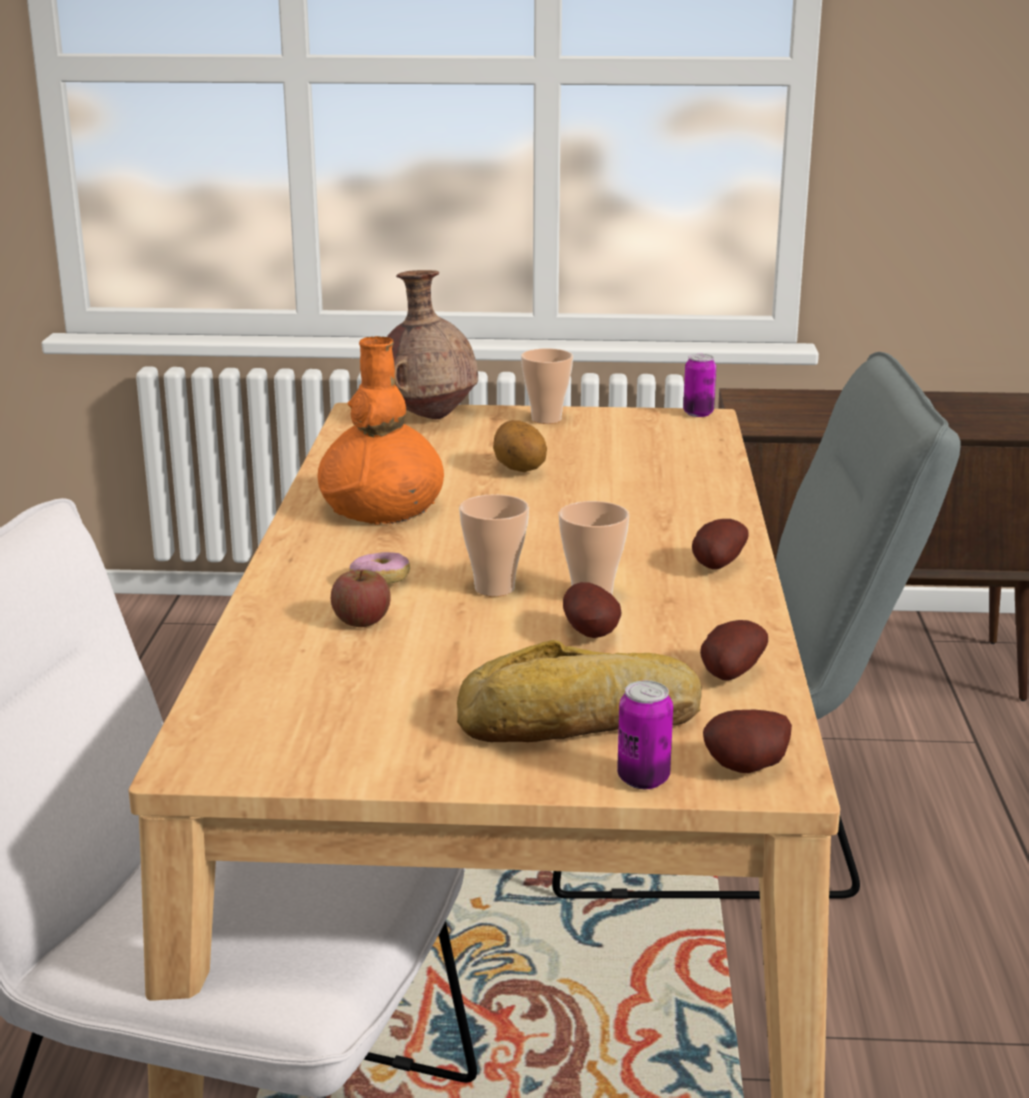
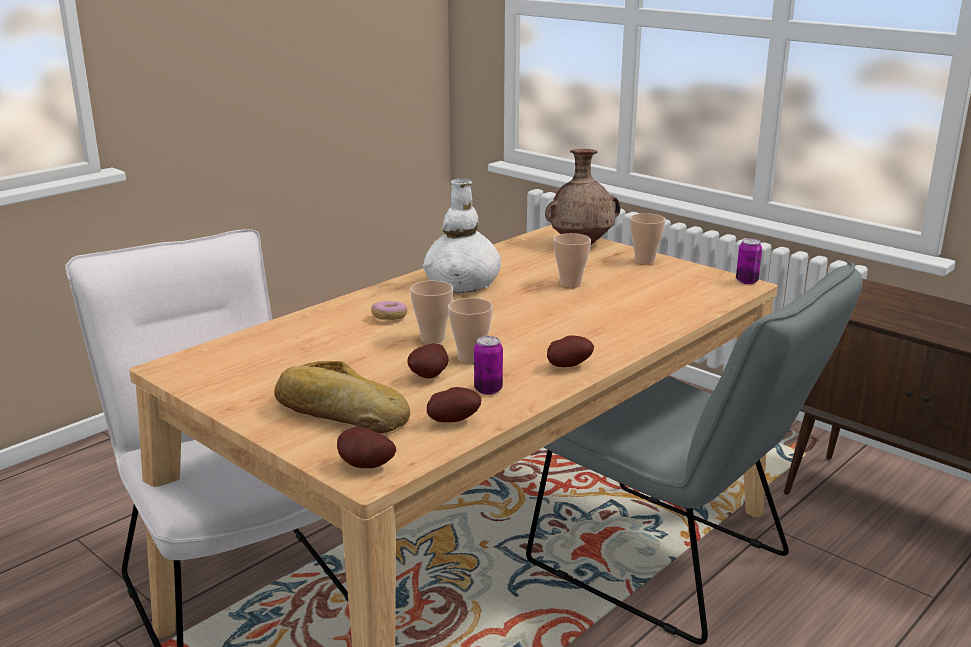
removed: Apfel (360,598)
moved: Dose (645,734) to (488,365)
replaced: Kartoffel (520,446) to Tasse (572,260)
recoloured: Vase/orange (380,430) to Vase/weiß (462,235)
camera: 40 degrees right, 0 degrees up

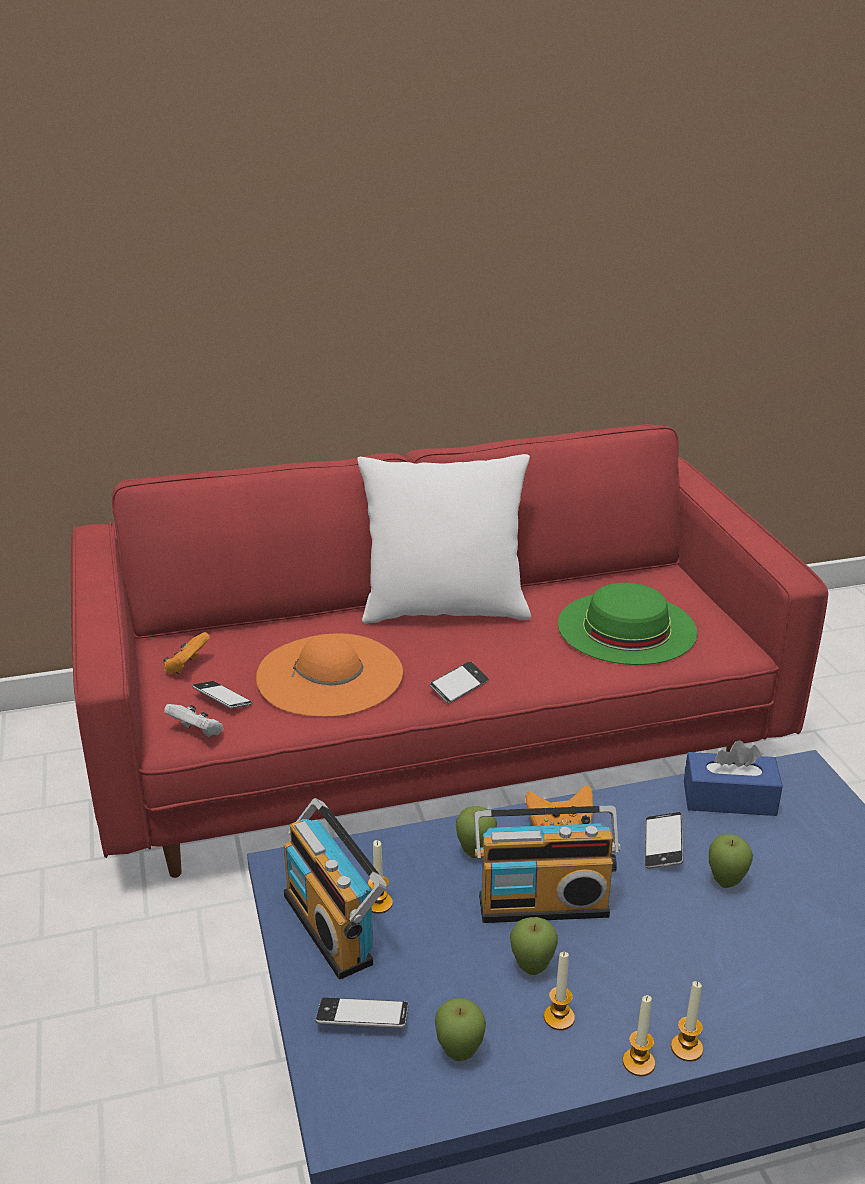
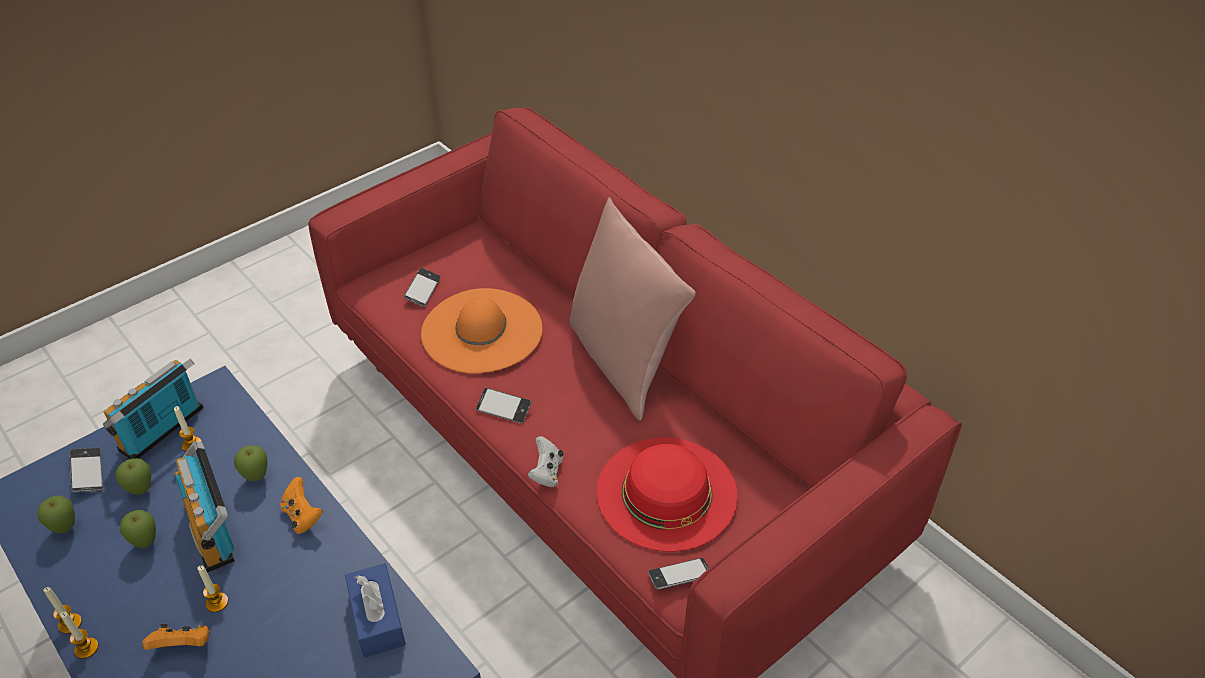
moved: Gamepad/orange (186,653) to (175,637); Gamepad/weiß (193,720) to (545,461); Handy (664,840) to (678,574); Apfel (731,861) to (133,476); Kerze (559,991) to (212,588)
recoloured: Kissen/weiß (444,539) to Kissen/rosa (632,309); Hut/grün (628,624) to Hut/rot (667,495)
camera: 65 degrees right, 15 degrees up

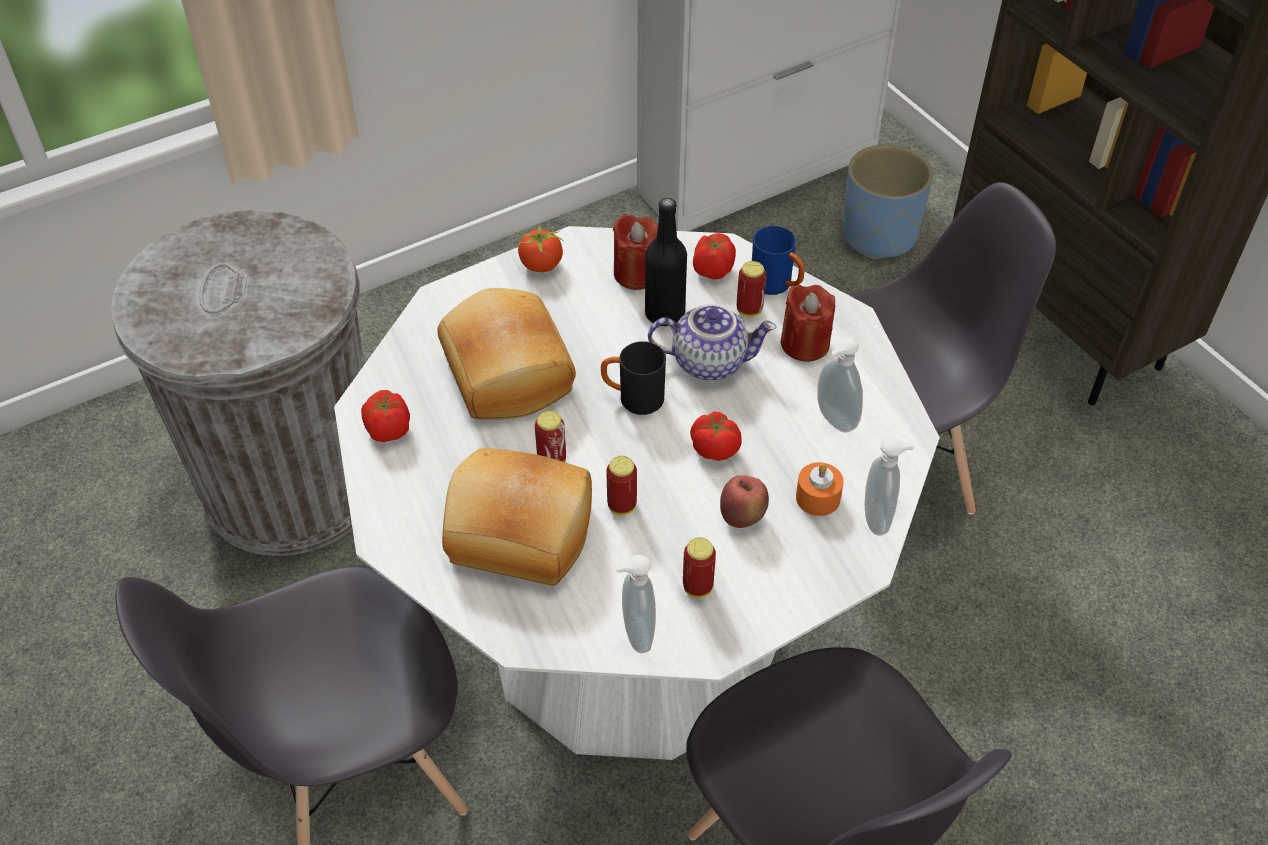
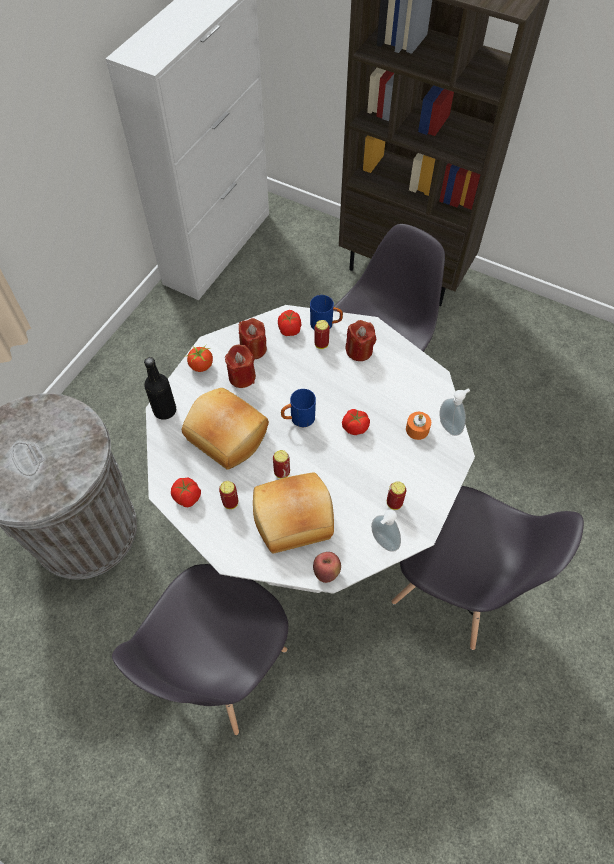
removed: Pflanzkübel/blau (888,202); Teekanne (712,342); Seifenspender (840,385)
added: Kerze/rot (240,366)
moved: Flasche/schwarz (666,262) to (160,388); Dose (621,485) to (228,495); Apfel (744,501) to (327,567)
recoloured: Henkelbecher/schwarz (633,378) to Henkelbecher/blau (298,408)
camera: 30 degrees left, 10 degrees up

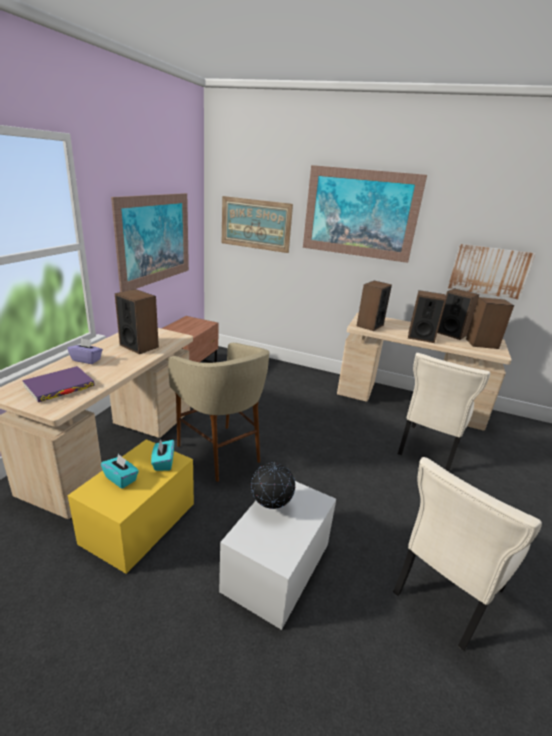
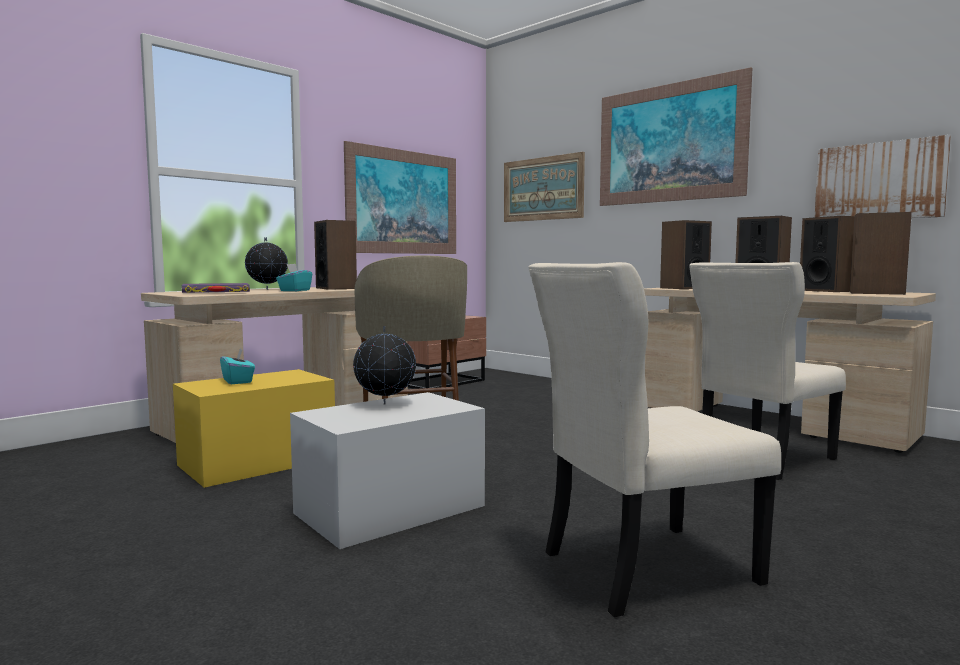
moved: Taschentuchbox/türkis (162,455) to (294,277)
replaced: Taschentuchbox/lila (85,351) to Globus (266,263)
camera: 25 degrees right, 20 degrees down

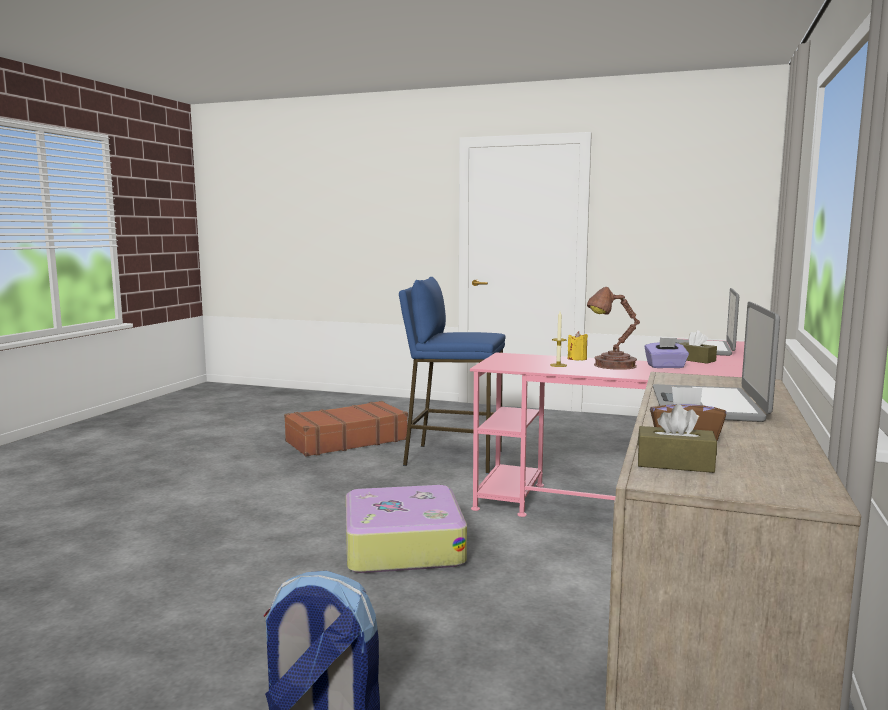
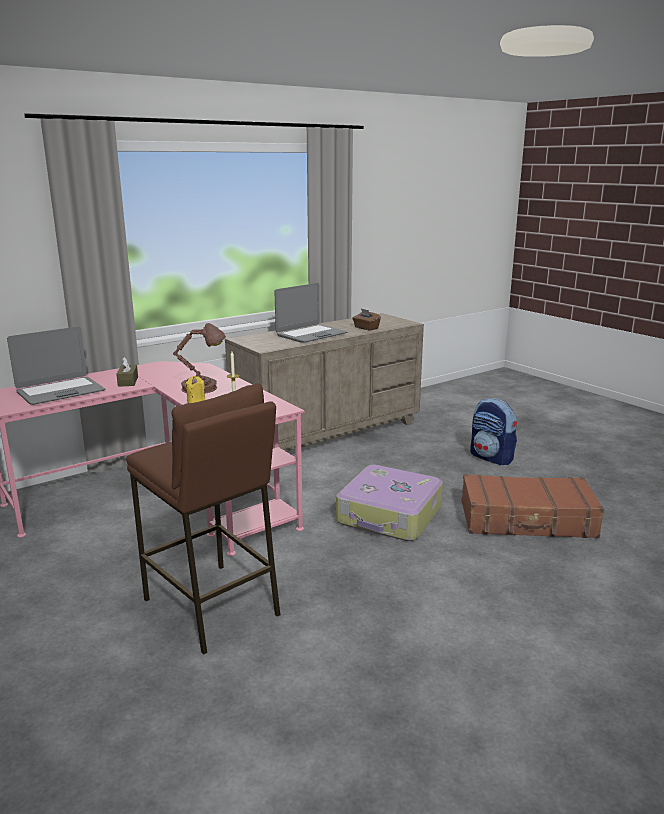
removed: Taschentuchbox/lila (667,353); Taschentuchbox/braun (677,438)
moved: Koffer/braun (346,429) to (532,506)
recoloured: Hocker/blau (452,375) to Hocker/braun (203,519)
camera: 145 degrees left, 10 degrees up

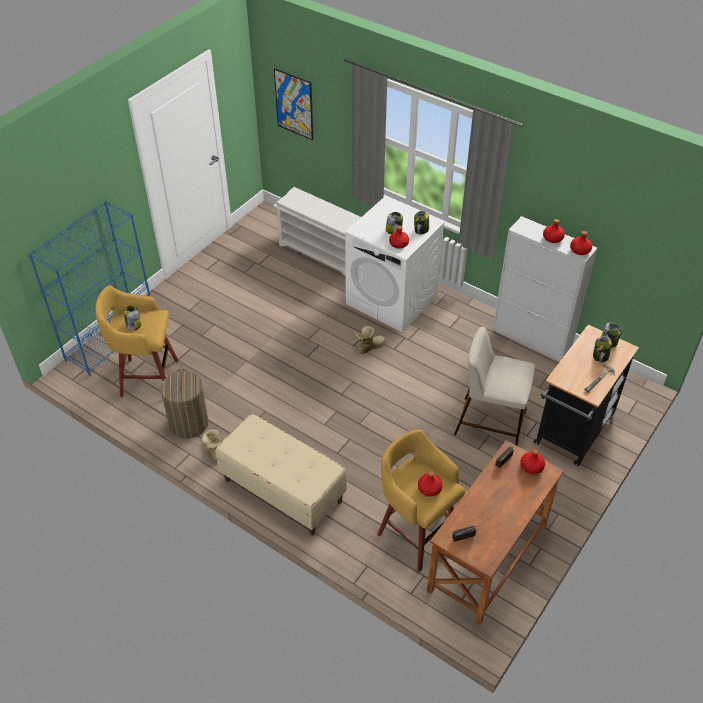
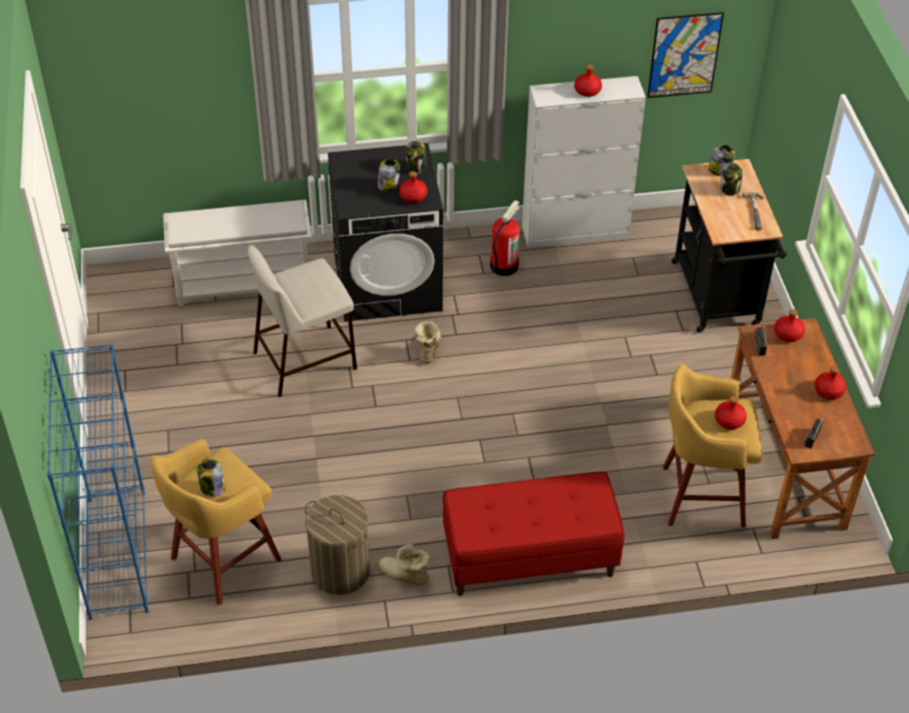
added: Feuerlöscher (505,238)
moved: Bild (293,104) to (685,55); Flasche/rot (581,243) to (830,383); Hocker/beige (494,386) to (302,321)
recoloured: Waschmaschine/weiß (395,264) to Waschmaschine/schwarz (385,232); Bank/beige (281,475) to Bank/rot (534,534)
camera: 45 degrees left, 0 degrees up

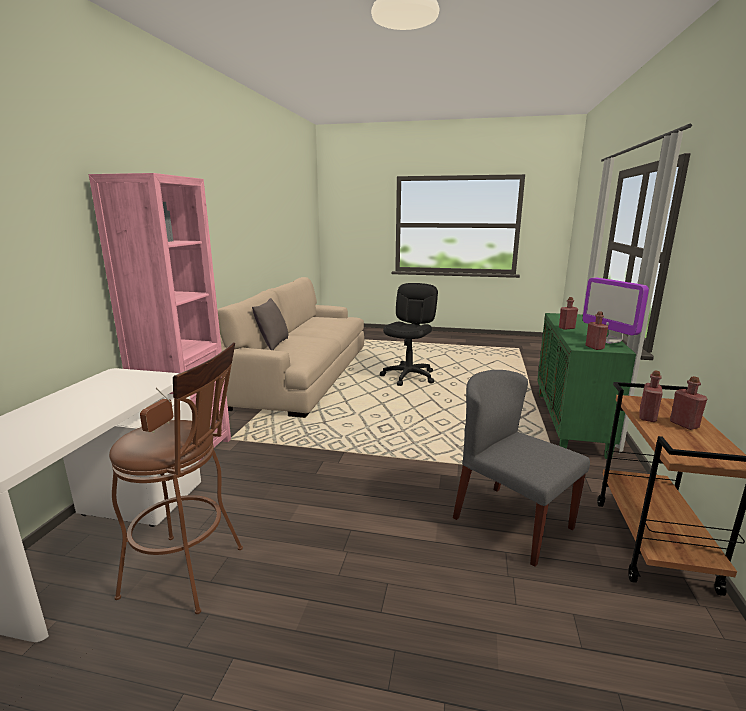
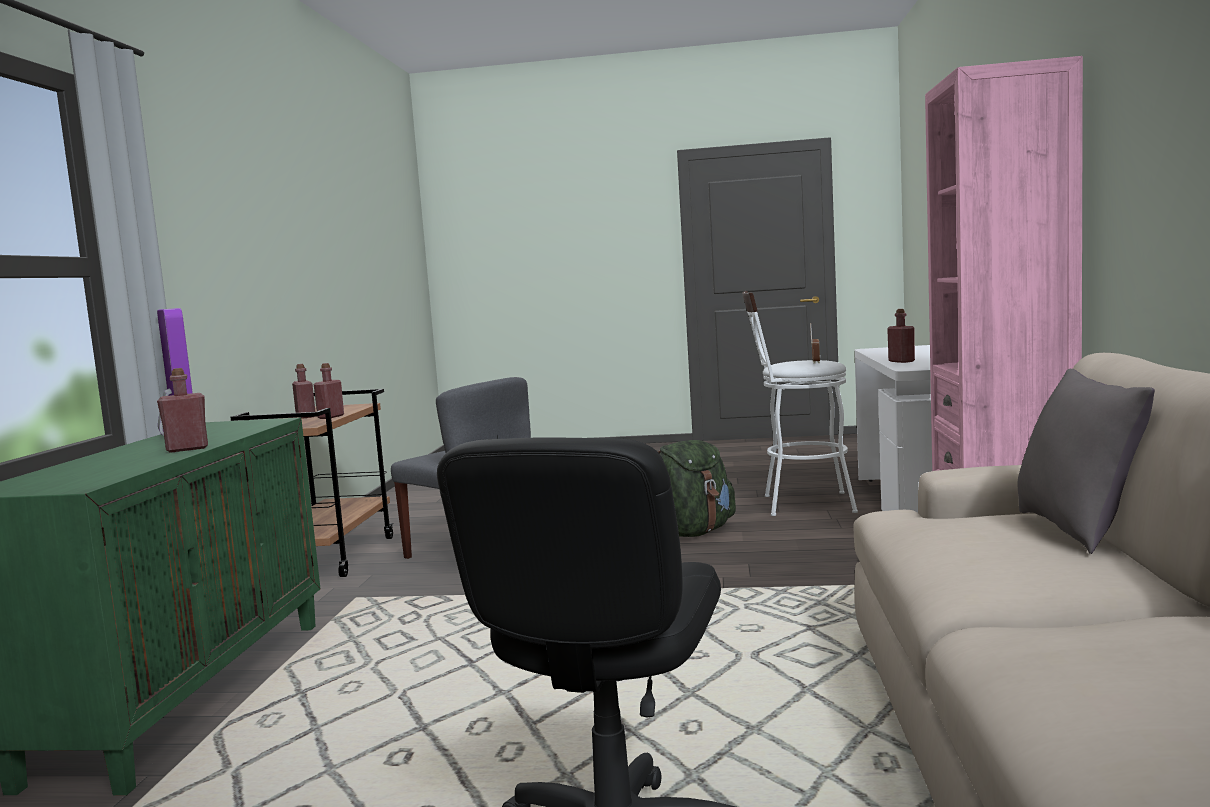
added: Rucksack/grün (697,488)
moved: Flasche/rot (596,330) to (901,336)
recoloured: Hocker/braun (176,478) to Hocker/weiß (800,403)
camera: 175 degrees right, 10 degrees down

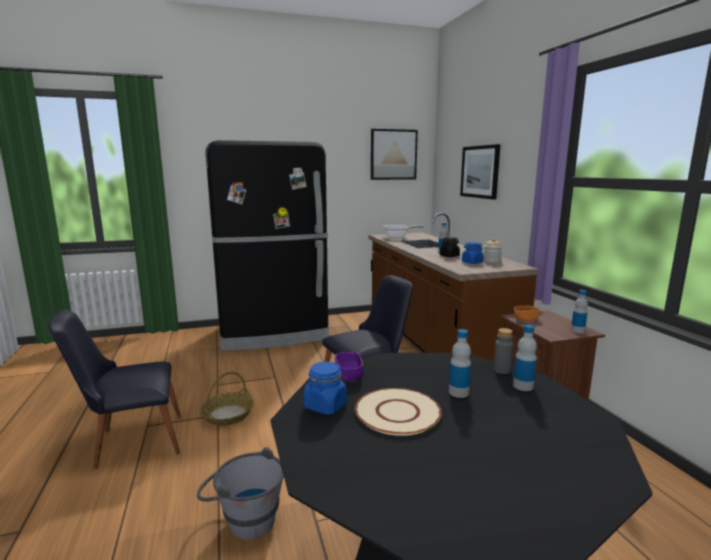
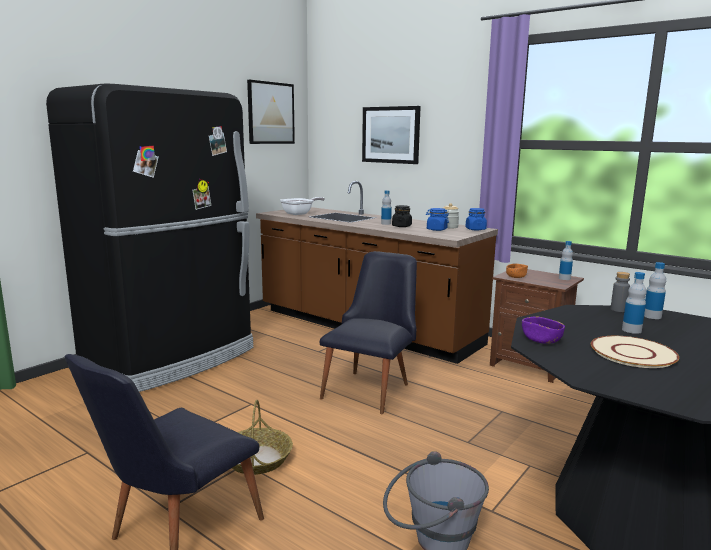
moved: Vorratsglas/blau (325,388) to (476,219)
camera: 35 degrees left, 0 degrees up

